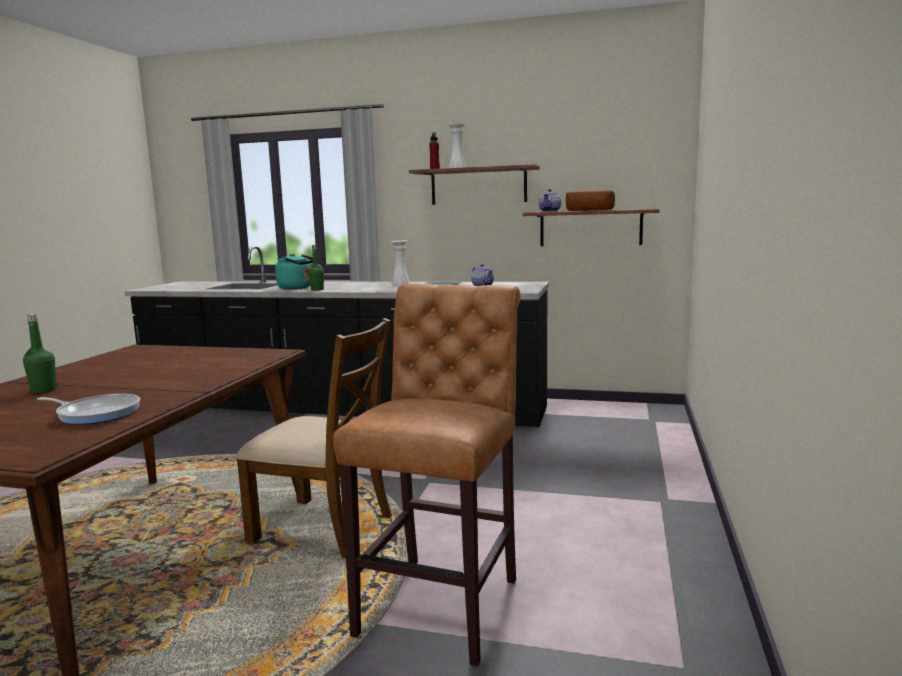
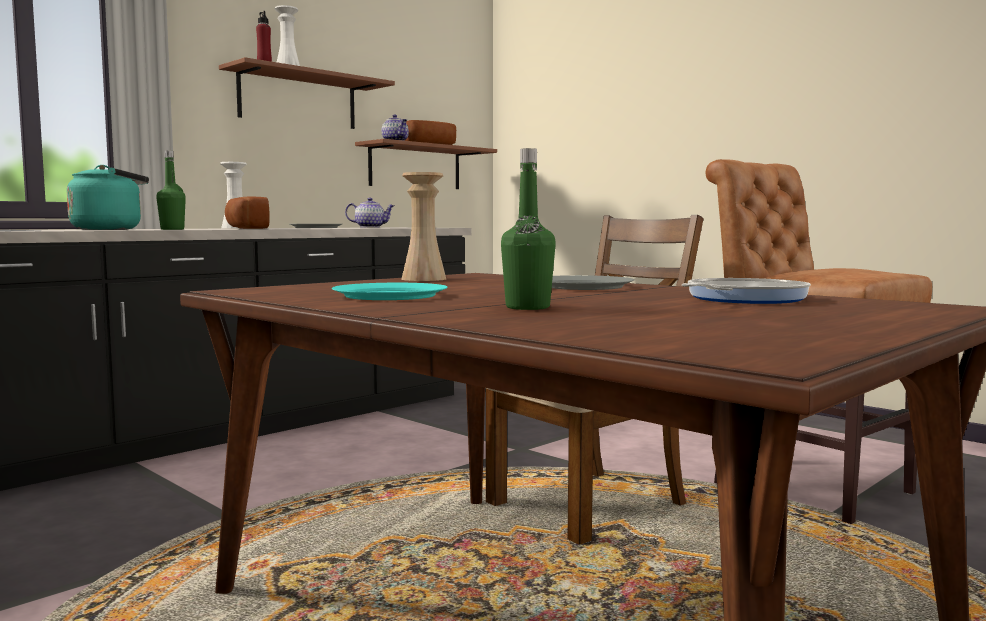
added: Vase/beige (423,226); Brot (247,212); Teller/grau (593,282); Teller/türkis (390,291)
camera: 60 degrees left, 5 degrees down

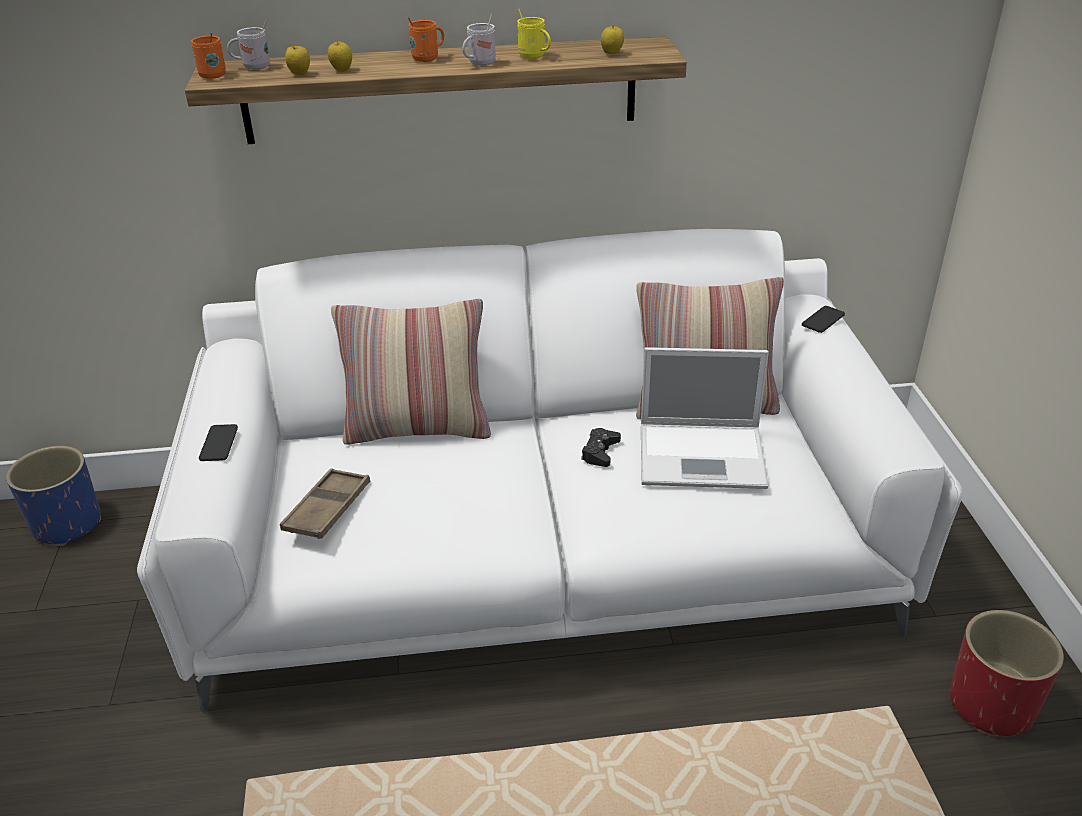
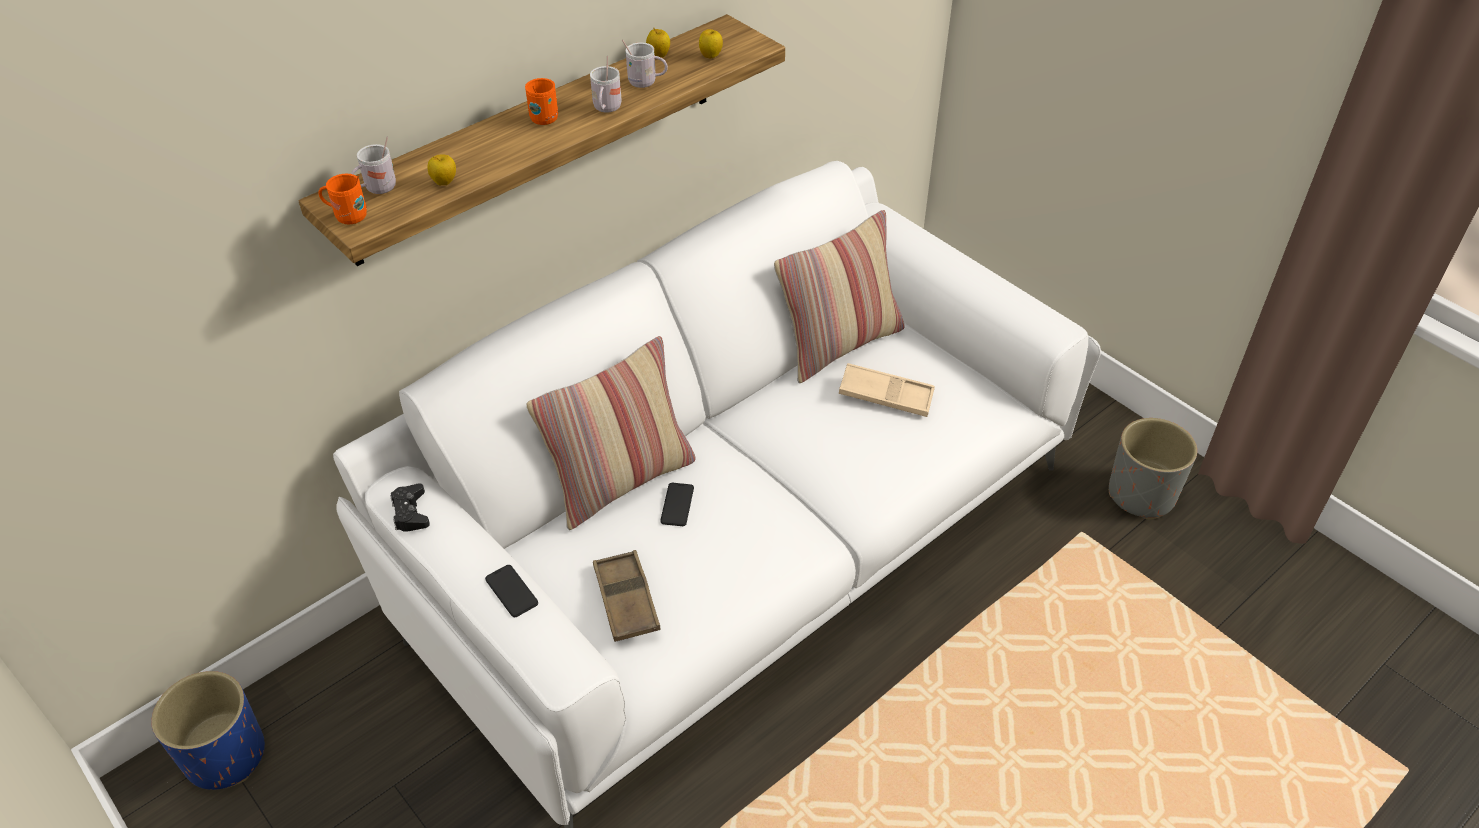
moved: Apfel (340,55) to (658,42); Handy (823,319) to (677,504); Gamepad/schwarz (601,447) to (410,507)
replaced: Laptop (705,418) to Tablett/beige (887,390)
recoloured: Henkelbecher/gelb (534,34) to Henkelbecher/weiß (645,64); Pflanzkübel/rot (1007,673) to Pflanzkübel/grau (1153,469)
camera: 35 degrees left, 10 degrees up

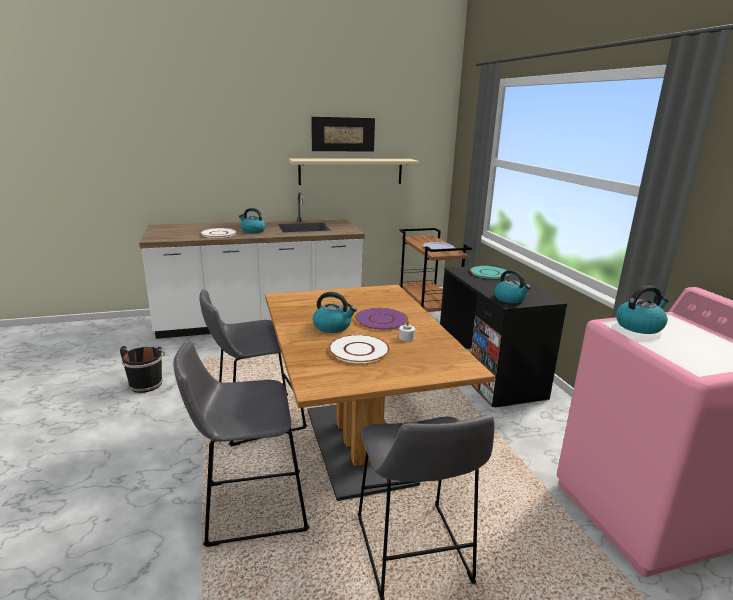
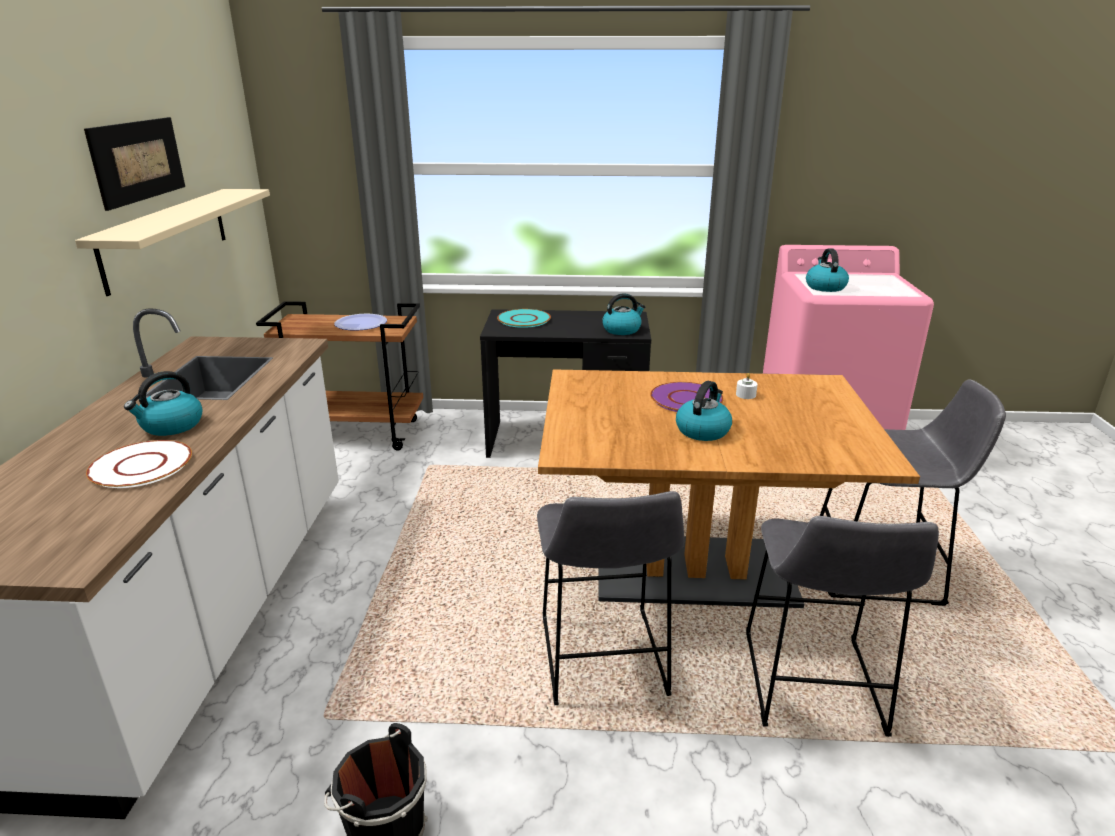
removed: Teller/weiß (359,349)
camera: 70 degrees left, 5 degrees up

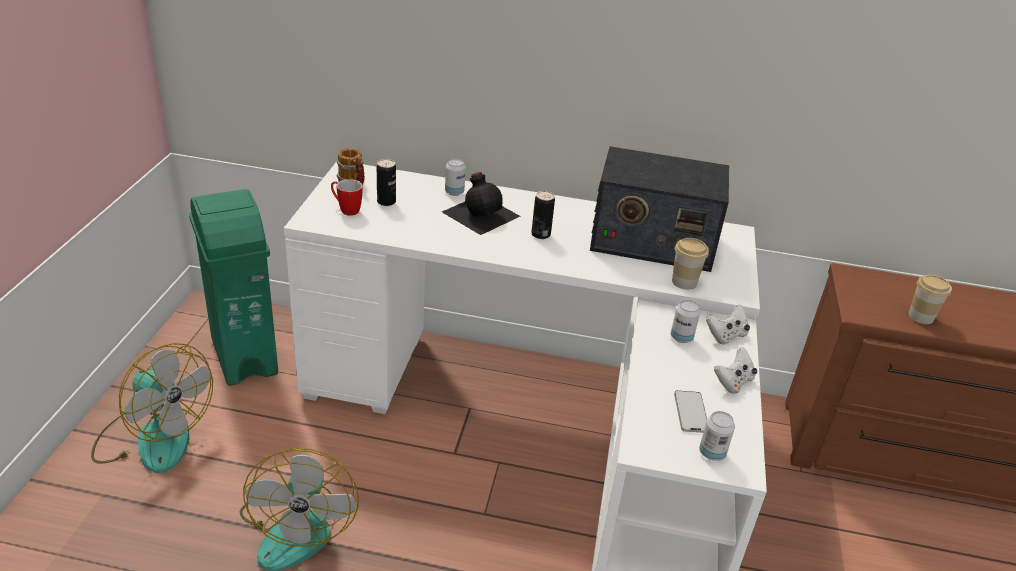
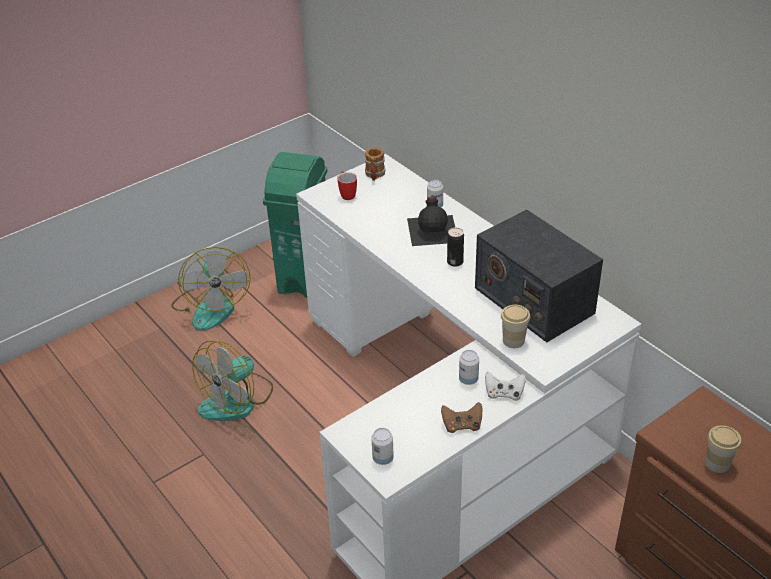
removed: Dose (386,182); Handy (690,412)
recoloured: Gamepad/weiß (735,370) to Gamepad/braun (462,417)
camera: 45 degrees right, 5 degrees up

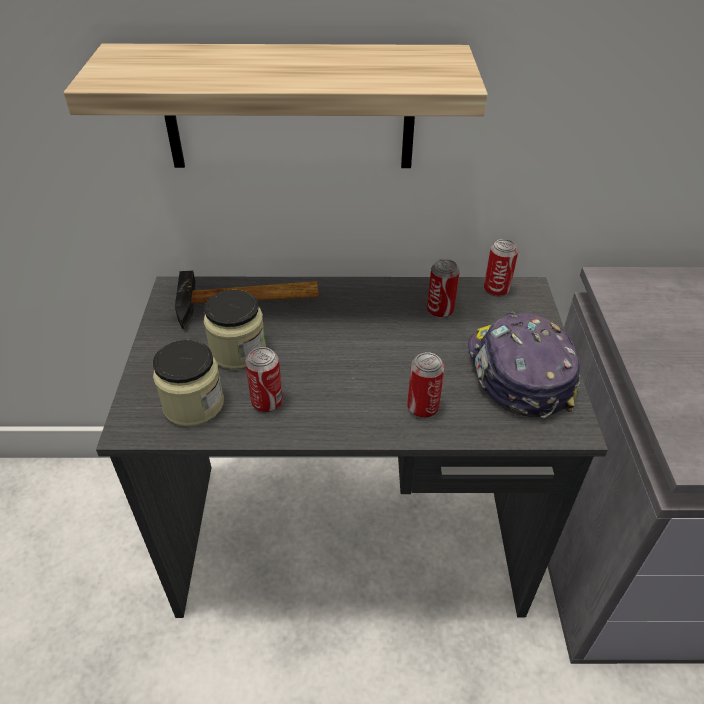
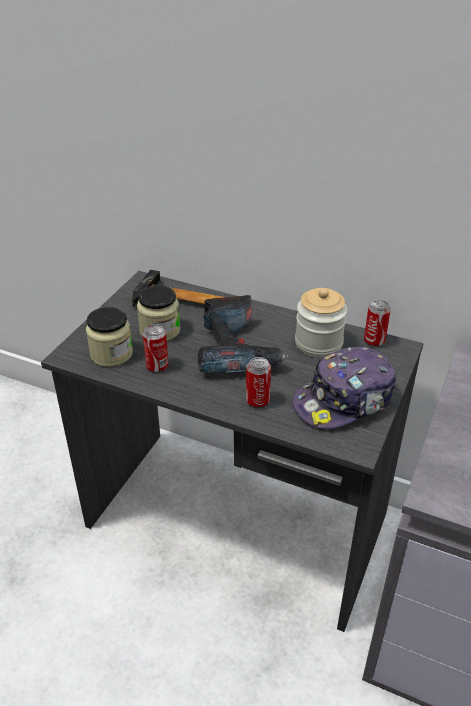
removed: Wandregal (276,106)
added: Bohrmaschine (243,334)
replaced: Dose (443,289) to Vorratsglas (321,323)
turned: Kappe (524,365) = (344,388) 135 degrees counterclockwise
camera: 25 degrees right, 5 degrees down

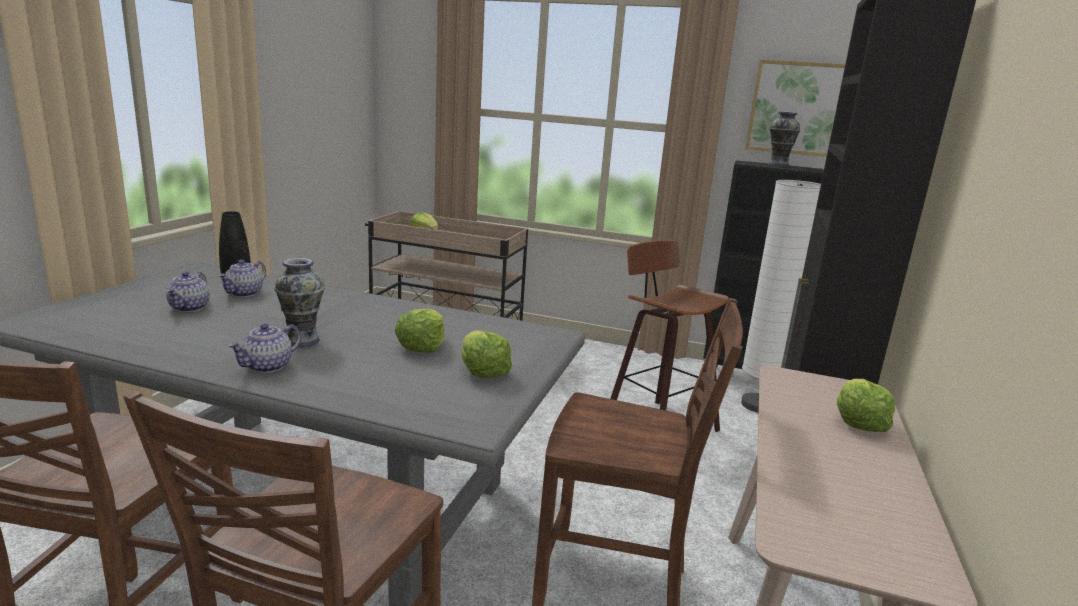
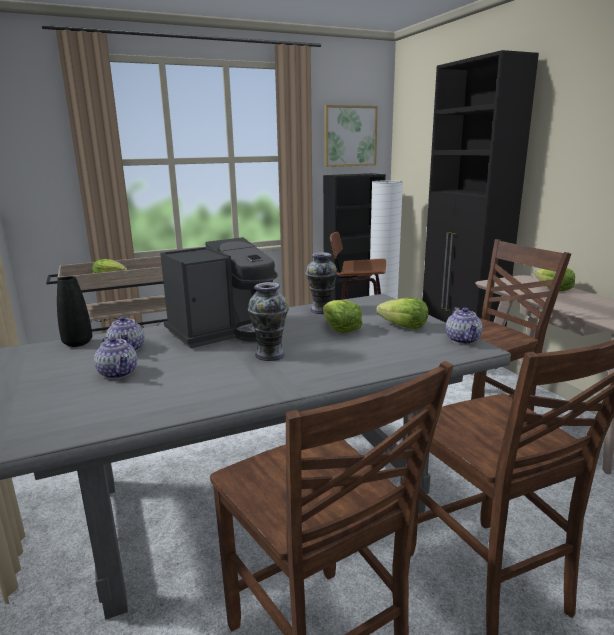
added: Kaffeemaschine (219,293)
moved: Vase (784,139) to (321,283); Teekanne (264,348) to (464,325)
camera: 40 degrees left, 0 degrees up

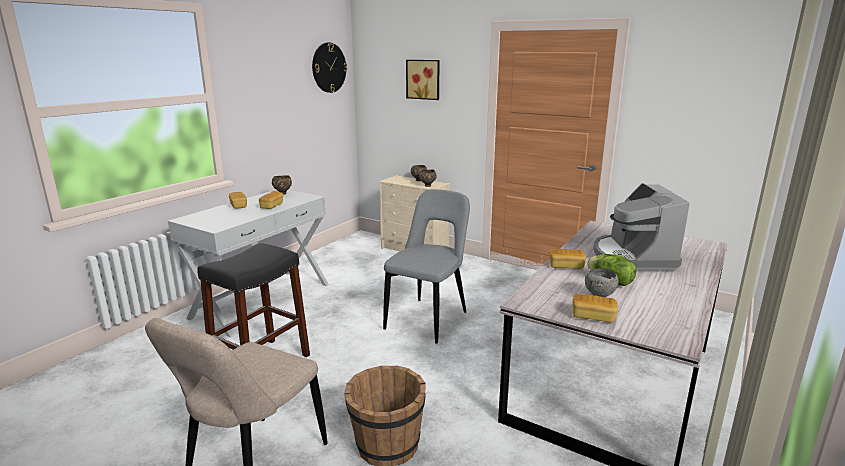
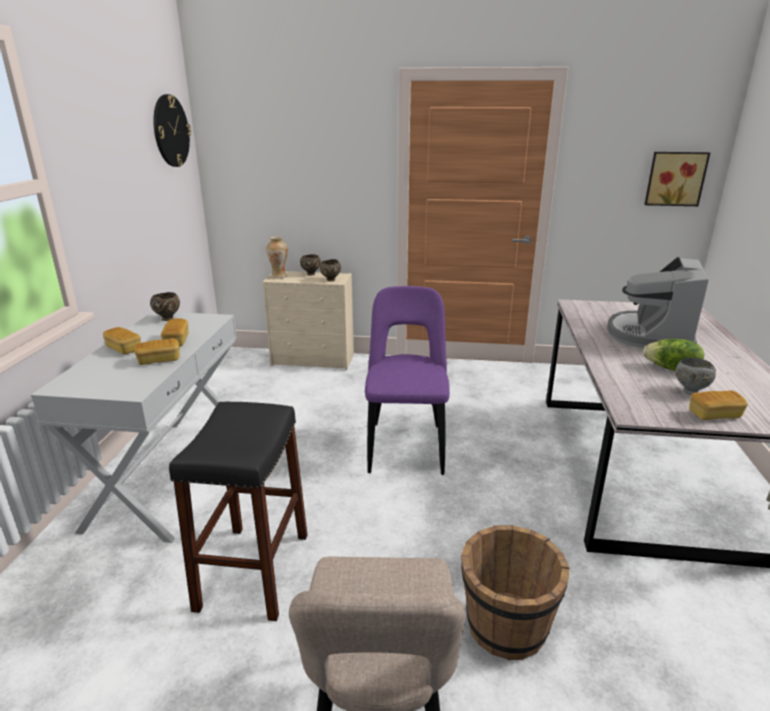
added: Vase (277,257)
moved: Bild (423,80) to (677,179); Brot (567,259) to (157,351)
recoloured: Stuhl/grau (426,266) to Stuhl/lila (407,380)
turned: Kaffeemaschine (642,227) = (658,302) 45 degrees clockwise
camera: 25 degrees left, 5 degrees up

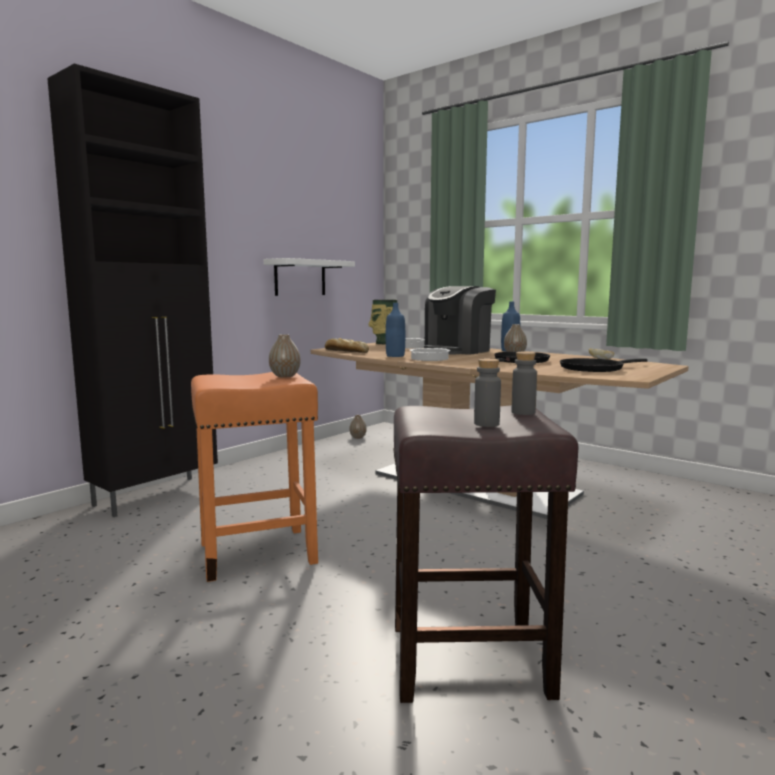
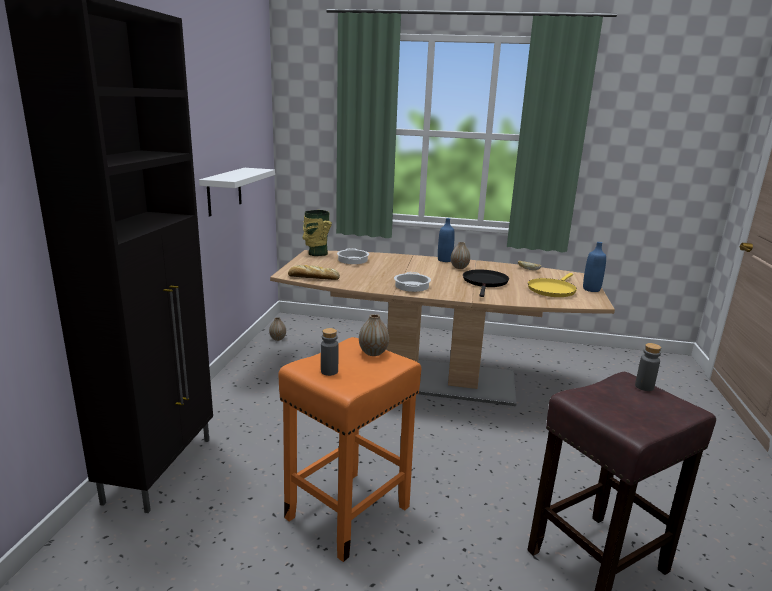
removed: Kaffeemaschine (460,320)
moved: Flasche/blau (395,330) to (594,267); Flasche/grau (487,392) to (330,352)
recoloured: Pfanne/schwarz (604,365) to Pfanne/gelb (552,285)
camera: 30 degrees left, 10 degrees up

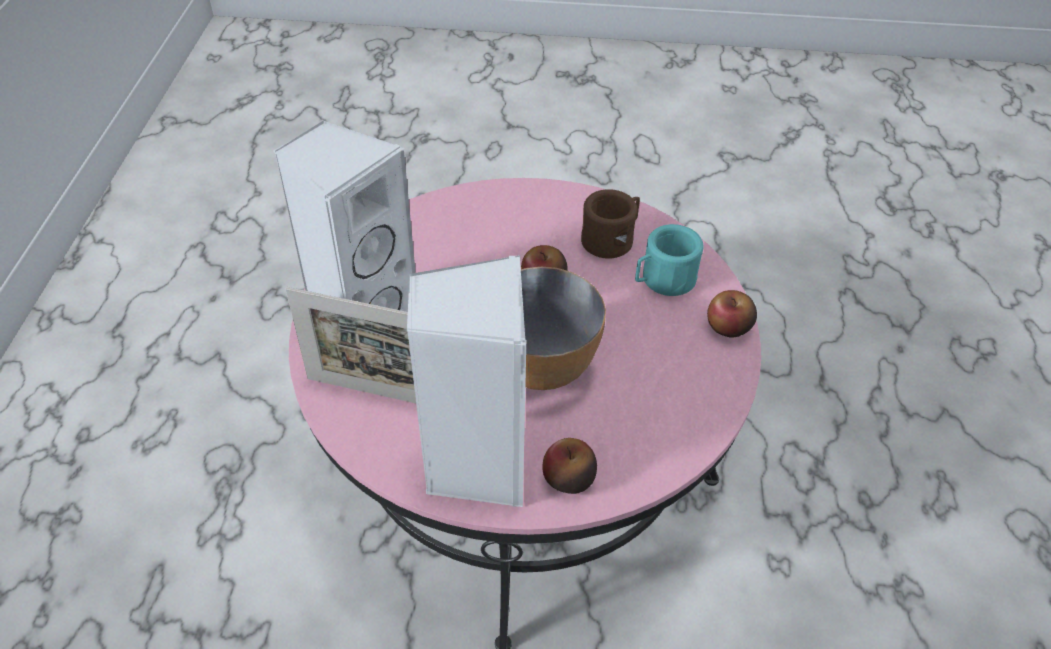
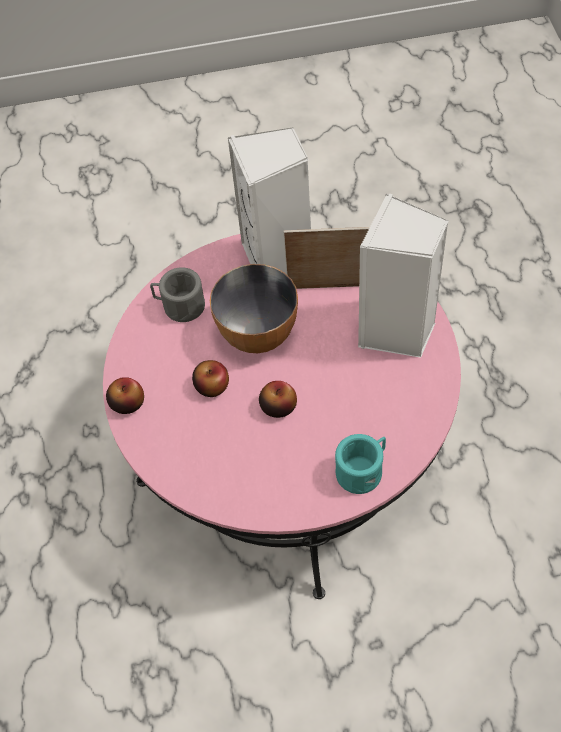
removed: Henkelbecher/braun (610,224)
added: Henkelbecher/grau (177,294)
moved: Henkelbecher/türkis (669,260) to (360,464); Apfel (569,466) to (210,378)
camera: 170 degrees right, 10 degrees up

